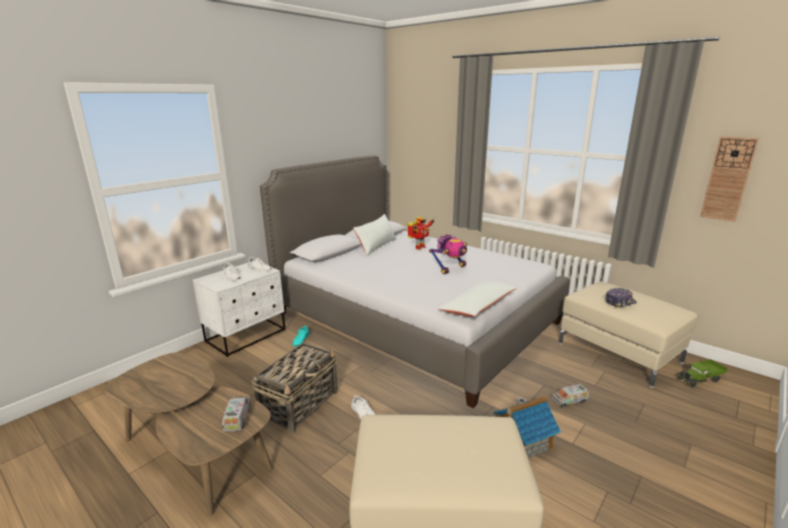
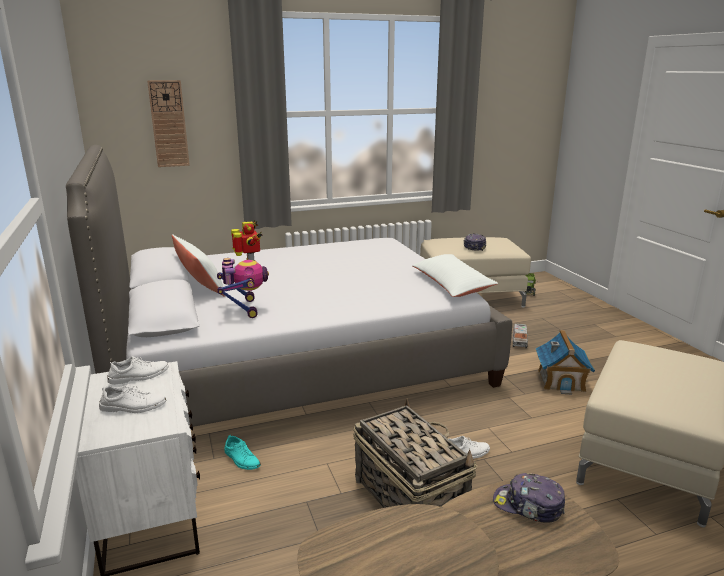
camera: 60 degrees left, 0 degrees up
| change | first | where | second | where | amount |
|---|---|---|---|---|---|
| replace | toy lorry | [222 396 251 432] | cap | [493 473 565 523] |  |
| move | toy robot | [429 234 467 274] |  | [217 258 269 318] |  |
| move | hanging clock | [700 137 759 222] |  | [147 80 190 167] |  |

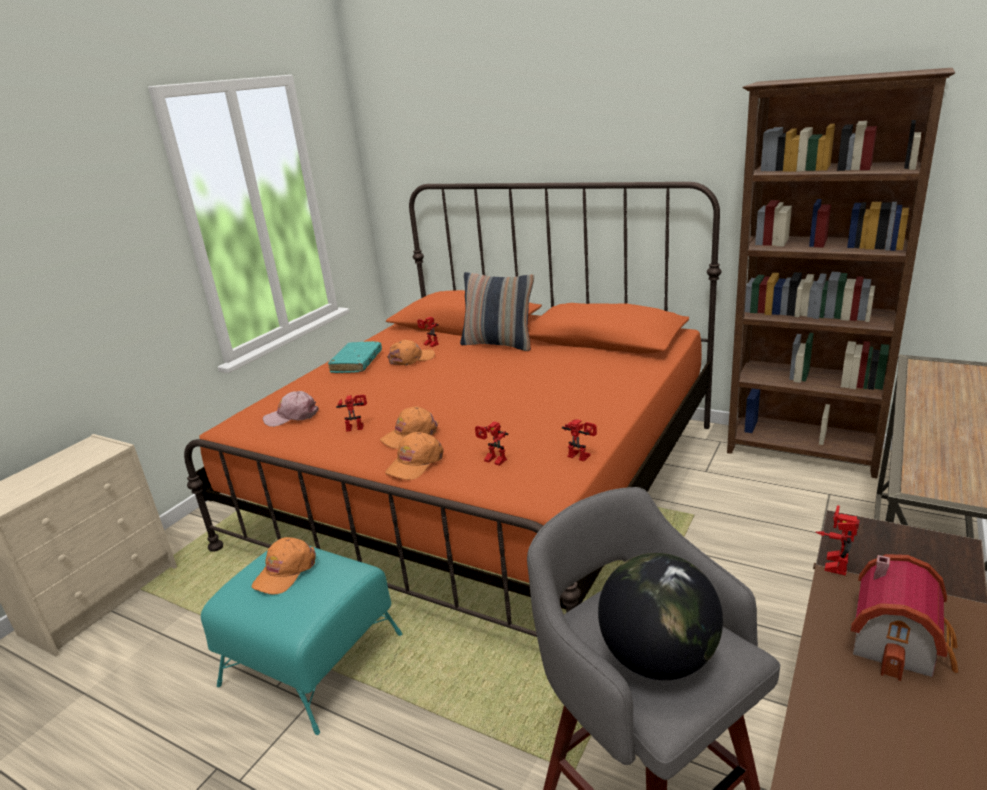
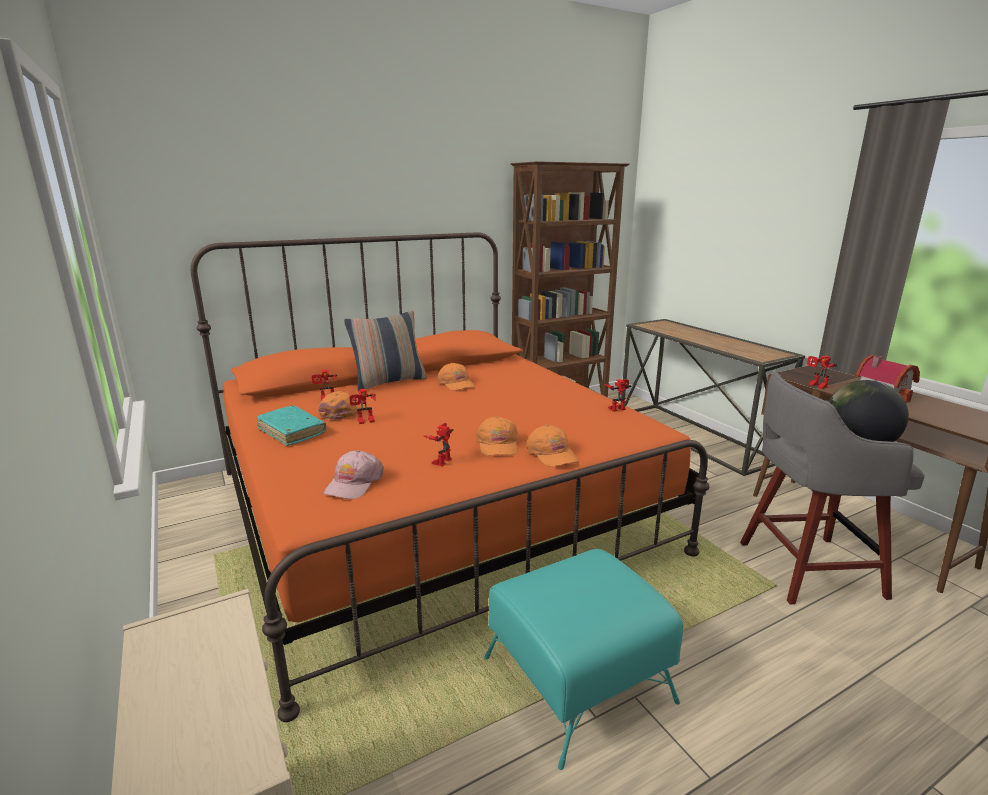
camera: 60 degrees left, 5 degrees down
| change | first | where | second | where | amount |
|---|---|---|---|---|---|
| move | cap (orange) | [252 537 316 594] |  | [438 362 475 391] |  |
| move | toy robot | [475 422 508 466] |  | [349 389 376 424] |  |

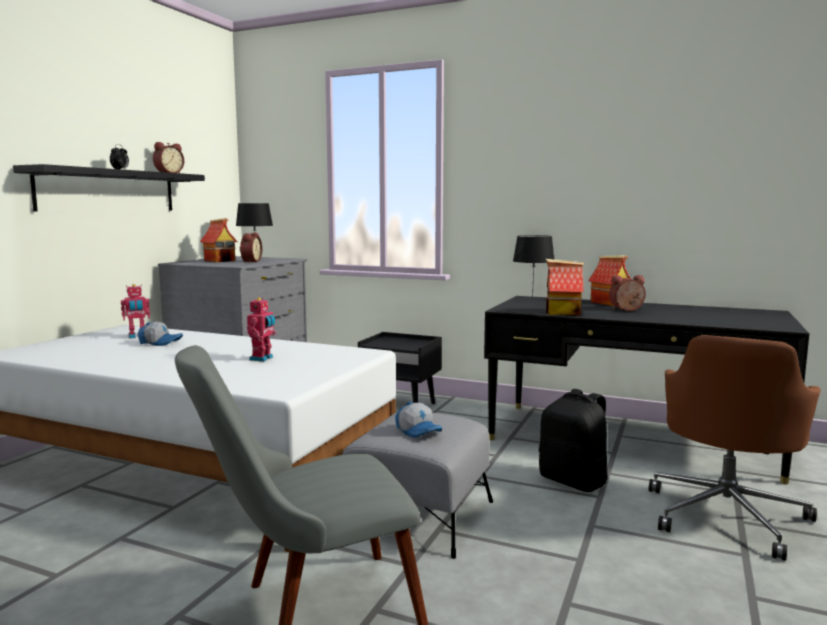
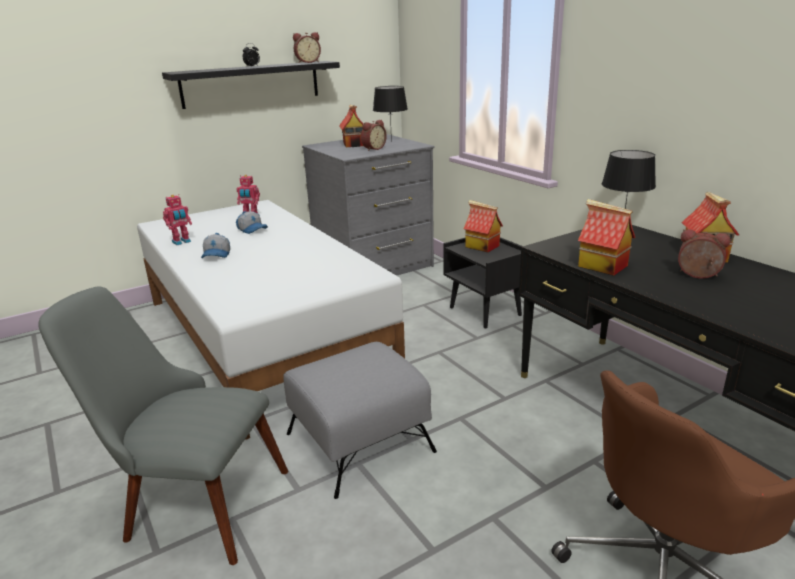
camera: 35 degrees right, 15 degrees up
| change | first | where | second | where | amount |
|---|---|---|---|---|---|
| move | toy robot | [247 297 276 361] |  | [163 194 192 245] |  |
| move | cap | [395 402 442 438] |  | [201 233 230 258] |  |
| delete | knapsack (black) | [539 389 608 492] |  |  |  |
| insert |  |  | toy house | [464 200 503 252] |  |

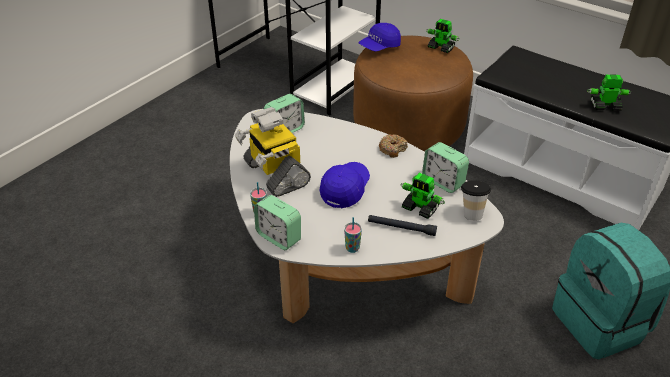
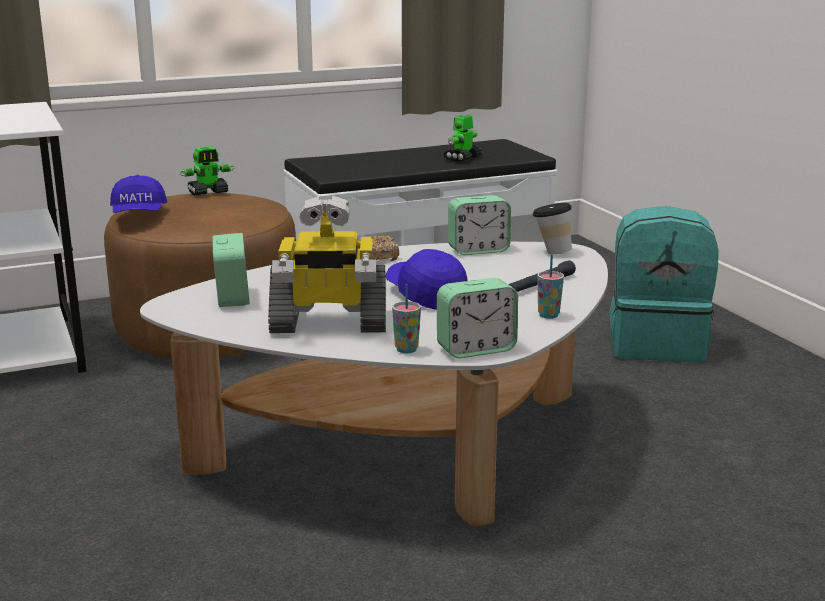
camera: 60 degrees left, 20 degrees down
| change | first | where | second | where | amount |
|---|---|---|---|---|---|
| delete | toy robot | [401 173 445 219] |  |  |  |

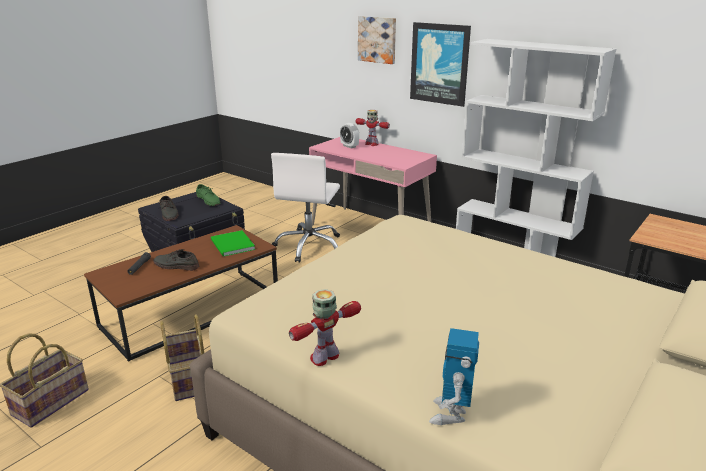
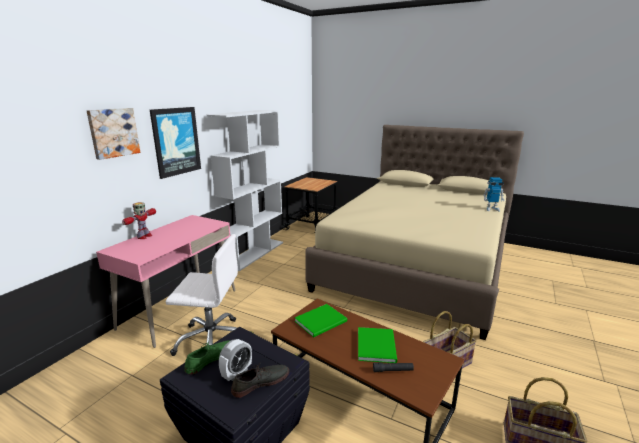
camera: 100 degrees left, 5 degrees down
| change | first | where | second | where | amount |
|---|---|---|---|---|---|
| replace | item of footwear (grey) | [153 249 199 271] | bound book (green-coloured) | [358 327 397 363] |  |
| delete | toy robot | [289 289 361 366] |  |  |  |
| move | alarm clock | [340 123 359 149] |  | [219 339 252 381] |  |

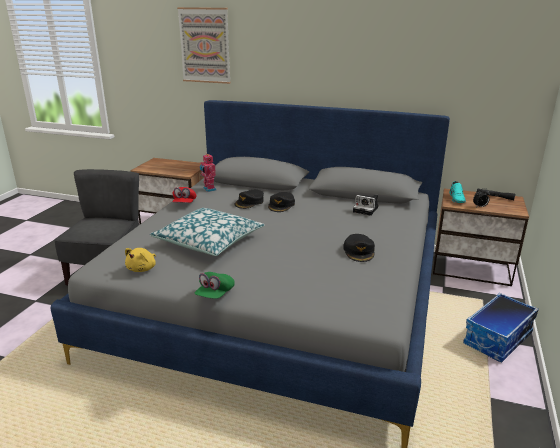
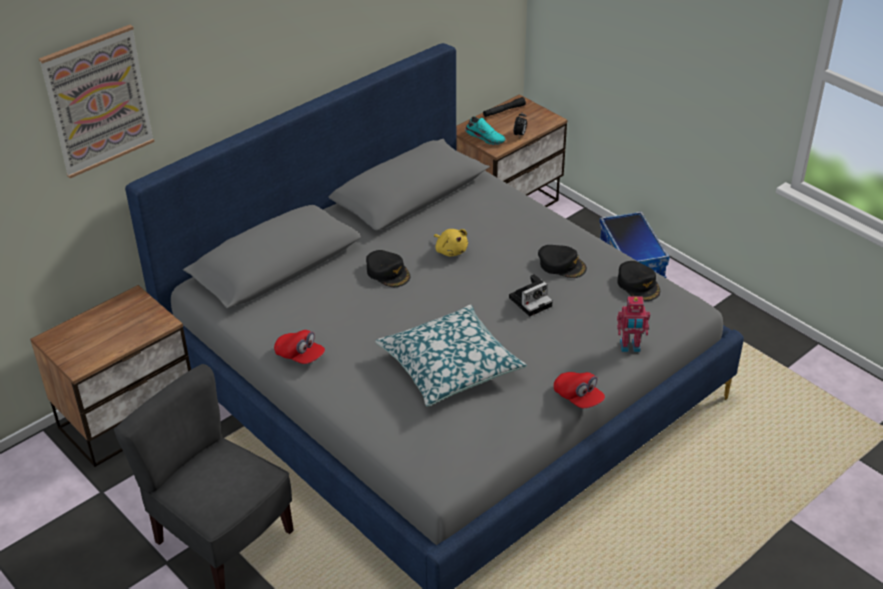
camera: 60 degrees left, 15 degrees up
| change | first | where | second | where | amount |
|---|---|---|---|---|---|
| move | soft toy (yellow-coloured) | [125 248 156 272] |  | [434 229 468 257] |  |
| recolor | cap (green-coloured) | [195 272 235 299] | cap (red) | [554 372 605 408] |  |
| move | toy robot | [200 154 216 192] |  | [617 297 650 352] |  |
| move | cap (black) | [234 190 264 209] |  | [617 261 660 301] |  |
| move | photo camera | [353 194 378 216] |  | [509 274 553 316] |  |

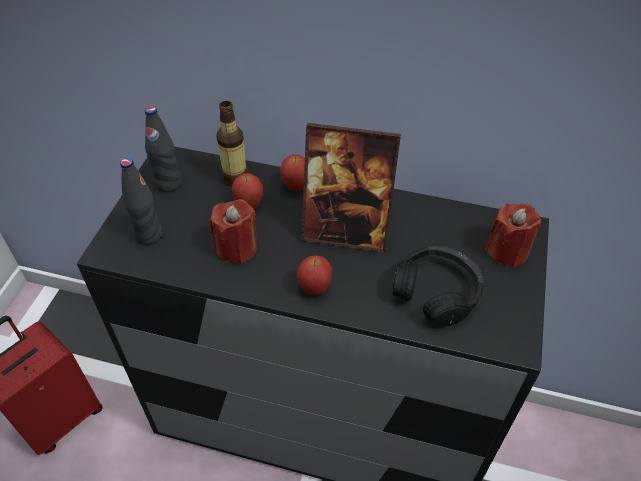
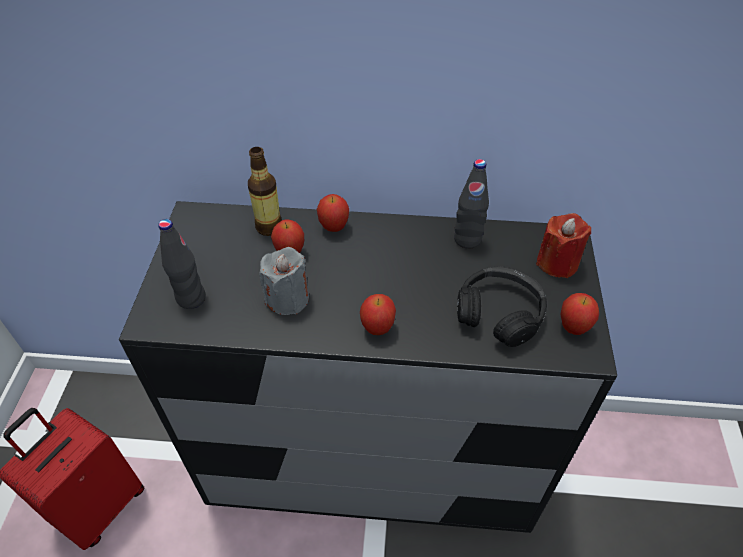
camera: 10 degrees left, 0 degrees up
| change | first | where | second | where | amount |
|---|---|---|---|---|---|
| move | bottle (black) | [145 106 181 192] |  | [454 159 489 249] |  |
| recolor | wax candle (red) | [210 199 257 264] | wax candle (grey) | [259 247 309 315] |  |
| delete | photo frame | [301 123 401 253] |  |  |  |
| insert |  |  | apple | [560 293 599 335] |  |

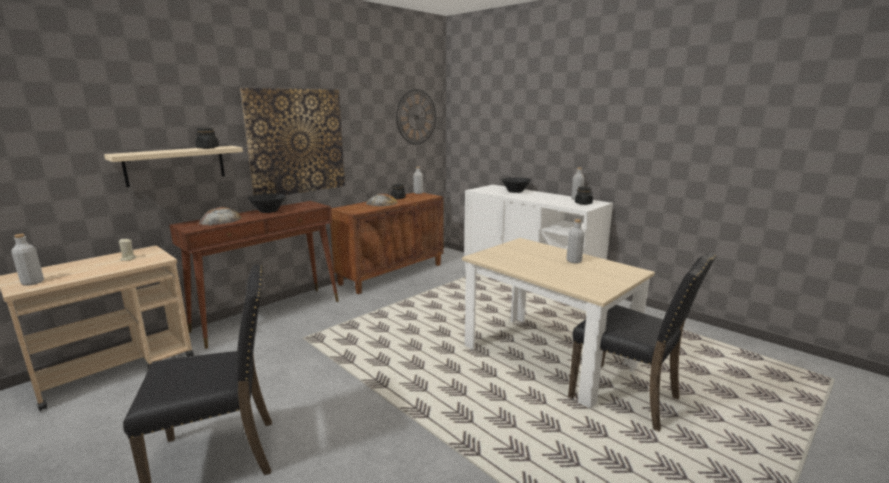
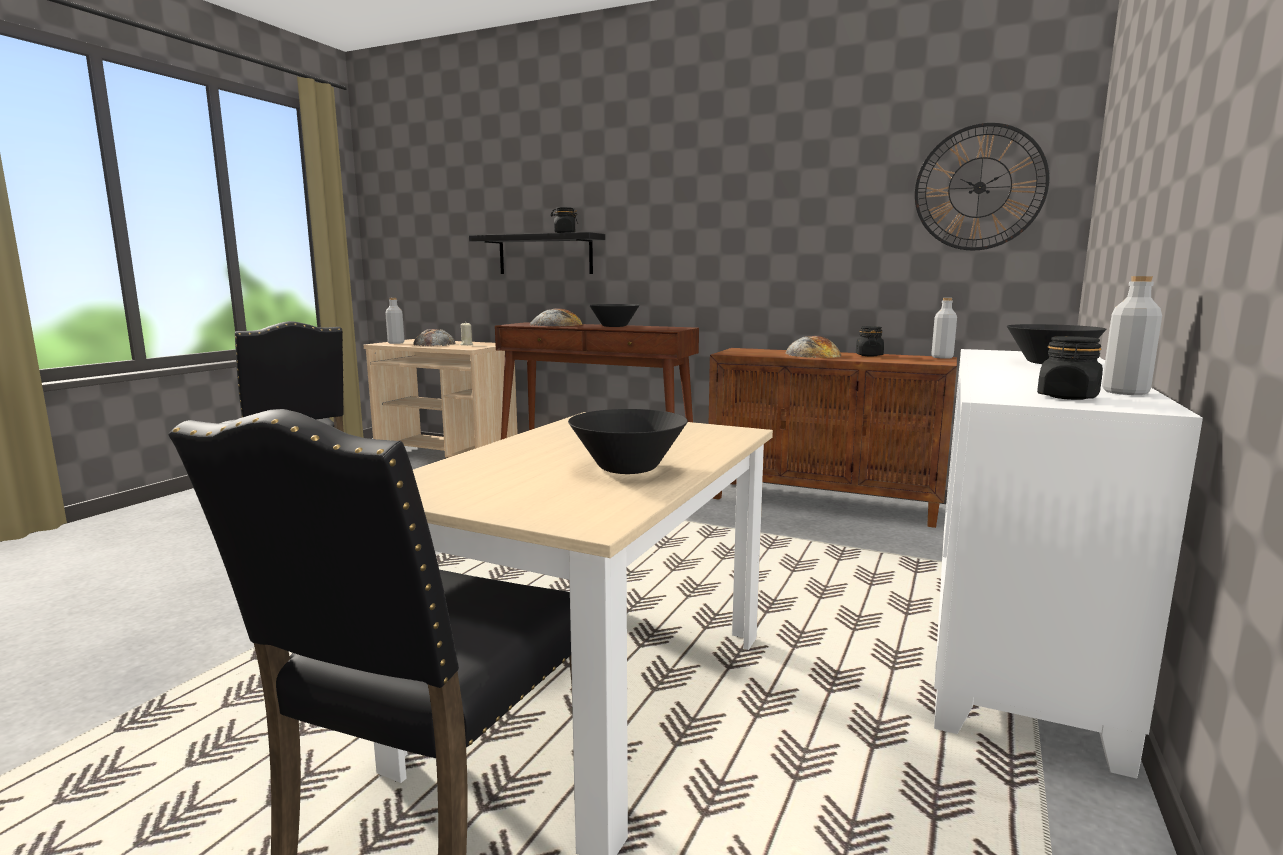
camera: 70 degrees right, 5 degrees down
| change | first | where | second | where | amount |
|---|---|---|---|---|---|
| recolor | bracket shelf (sand-coloured) | [104 146 243 187] | bracket shelf (black) | [469 232 605 274] |  |
| delete | wall picture | [240 88 345 195] |  |  |  |
| replace | bottle (grey) | [567 219 585 264] | deep dish (black) | [568 409 688 474] |  |
| insert |  |  | bread | [413 329 456 346] |  |

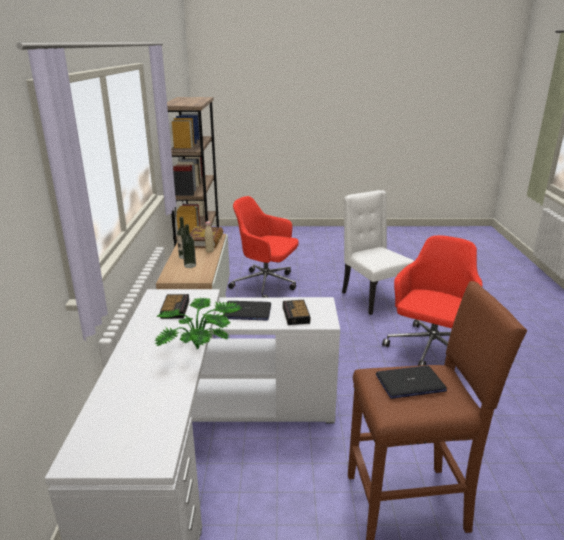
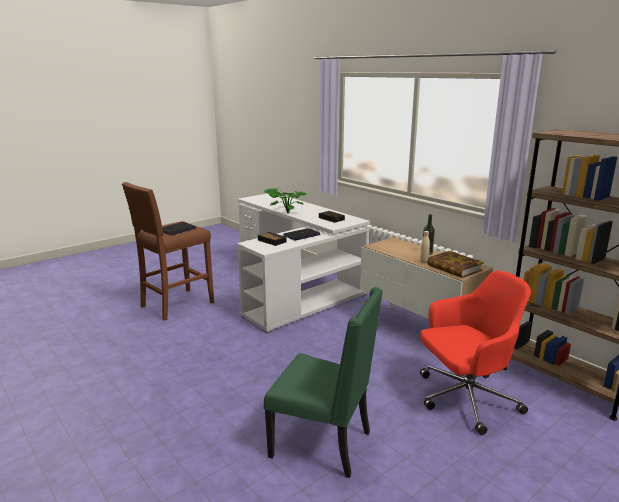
camera: 140 degrees right, 5 degrees down
| change | first | where | second | where | amount |
|---|---|---|---|---|---|
| delete | bottle | [182 224 196 268] |  |  |  |
| recolor | chair (white-coloured) | [342 190 414 315] | chair (green-coloured) | [264 287 383 478] |  |
| delete | desk chair (red) | [382 235 482 366] |  |  |  |

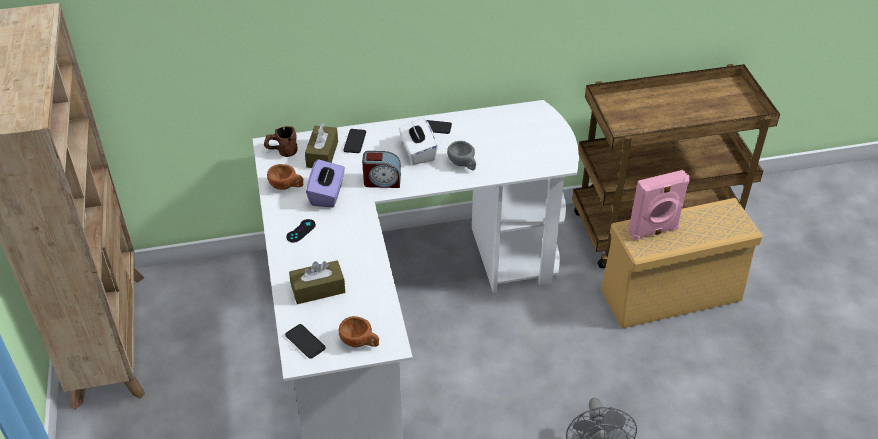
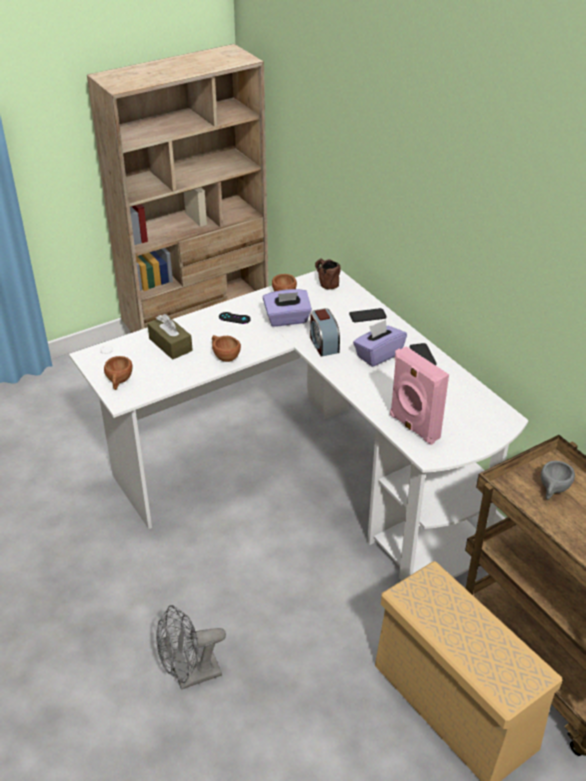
camera: 70 degrees right, 5 degrees down
| change | first | where | second | where | amount |
|---|---|---|---|---|---|
| delete | handset | [285 324 326 359] |  |  |  |
| delete | box of tissues (brown) | [305 123 338 168] |  |  |  |
| recolor | box of tissues (white-coloured) | [399 118 438 165] | box of tissues (purple) | [353 320 407 367] |  |
| move | cup (grey) | [447 141 476 170] |  | [541 461 575 500] |  |
| move | speaker (pinkish) | [628 170 690 240] |  | [390 346 449 445] |  |
| insert |  |  | cup (brown) | [212 335 241 362] |  |

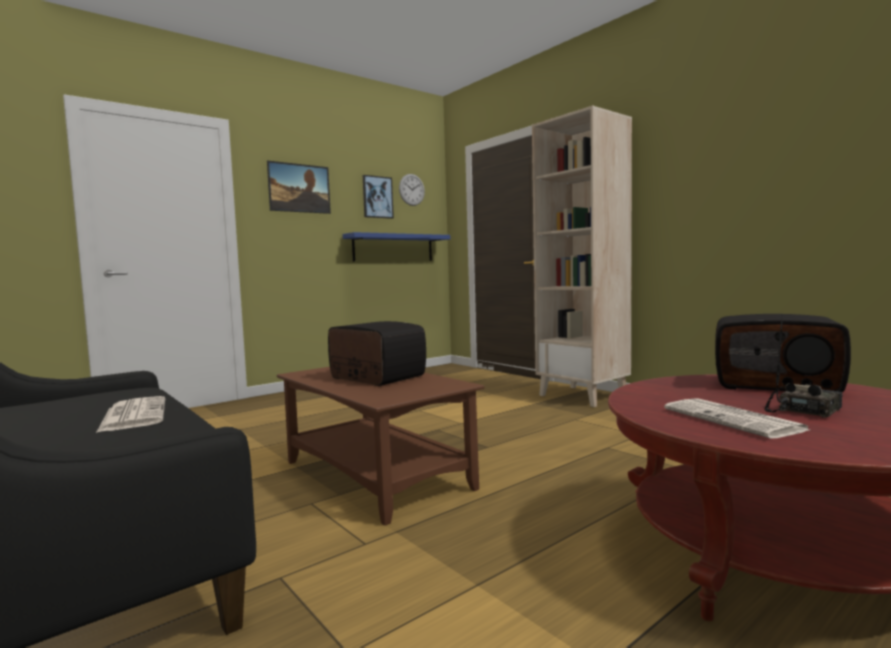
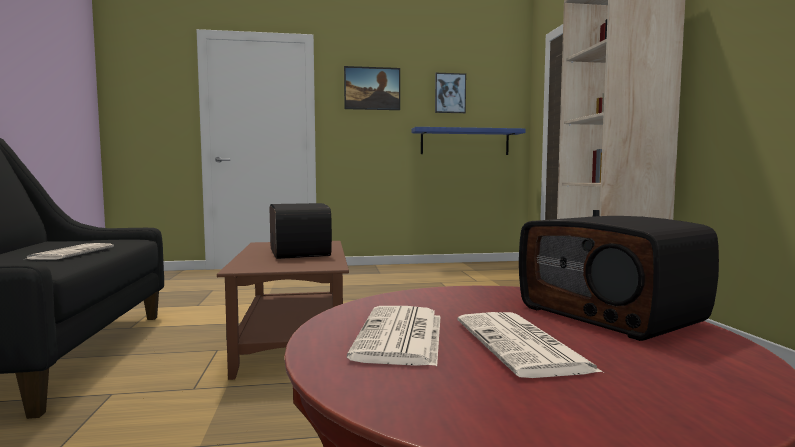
camera: 30 degrees right, 0 degrees up
| change | first | where | second | where | amount |
|---|---|---|---|---|---|
| delete | hanging clock | [399 174 425 206] |  |  |  |
| replace | radio set | [765 314 843 418] | printed paper | [457 312 603 378] |  |

